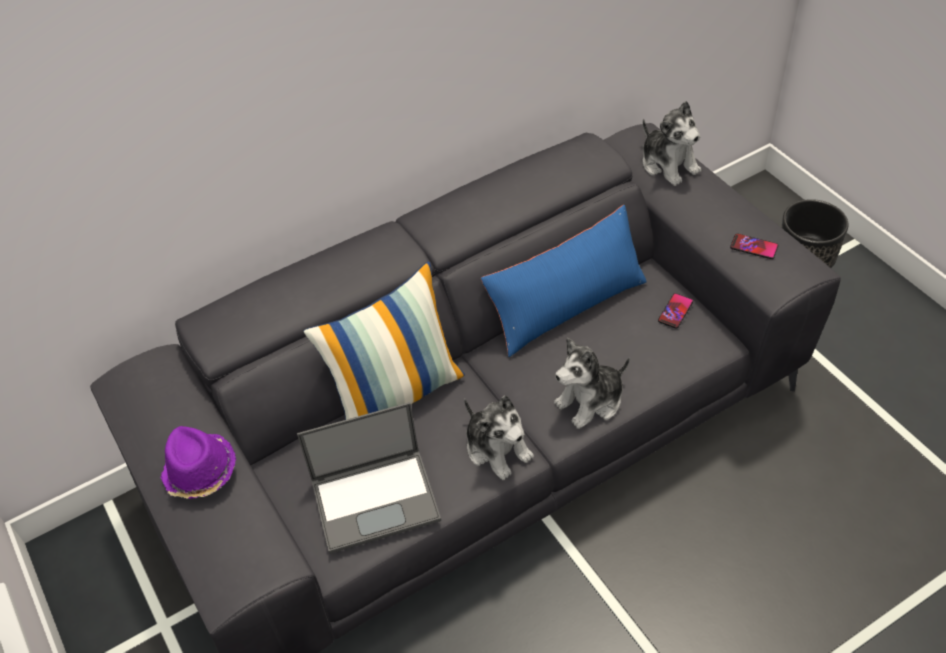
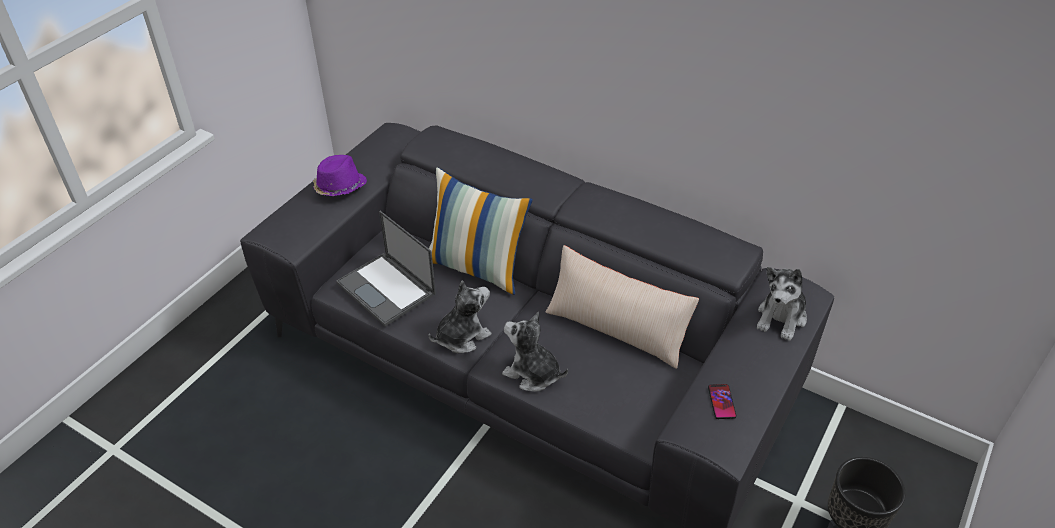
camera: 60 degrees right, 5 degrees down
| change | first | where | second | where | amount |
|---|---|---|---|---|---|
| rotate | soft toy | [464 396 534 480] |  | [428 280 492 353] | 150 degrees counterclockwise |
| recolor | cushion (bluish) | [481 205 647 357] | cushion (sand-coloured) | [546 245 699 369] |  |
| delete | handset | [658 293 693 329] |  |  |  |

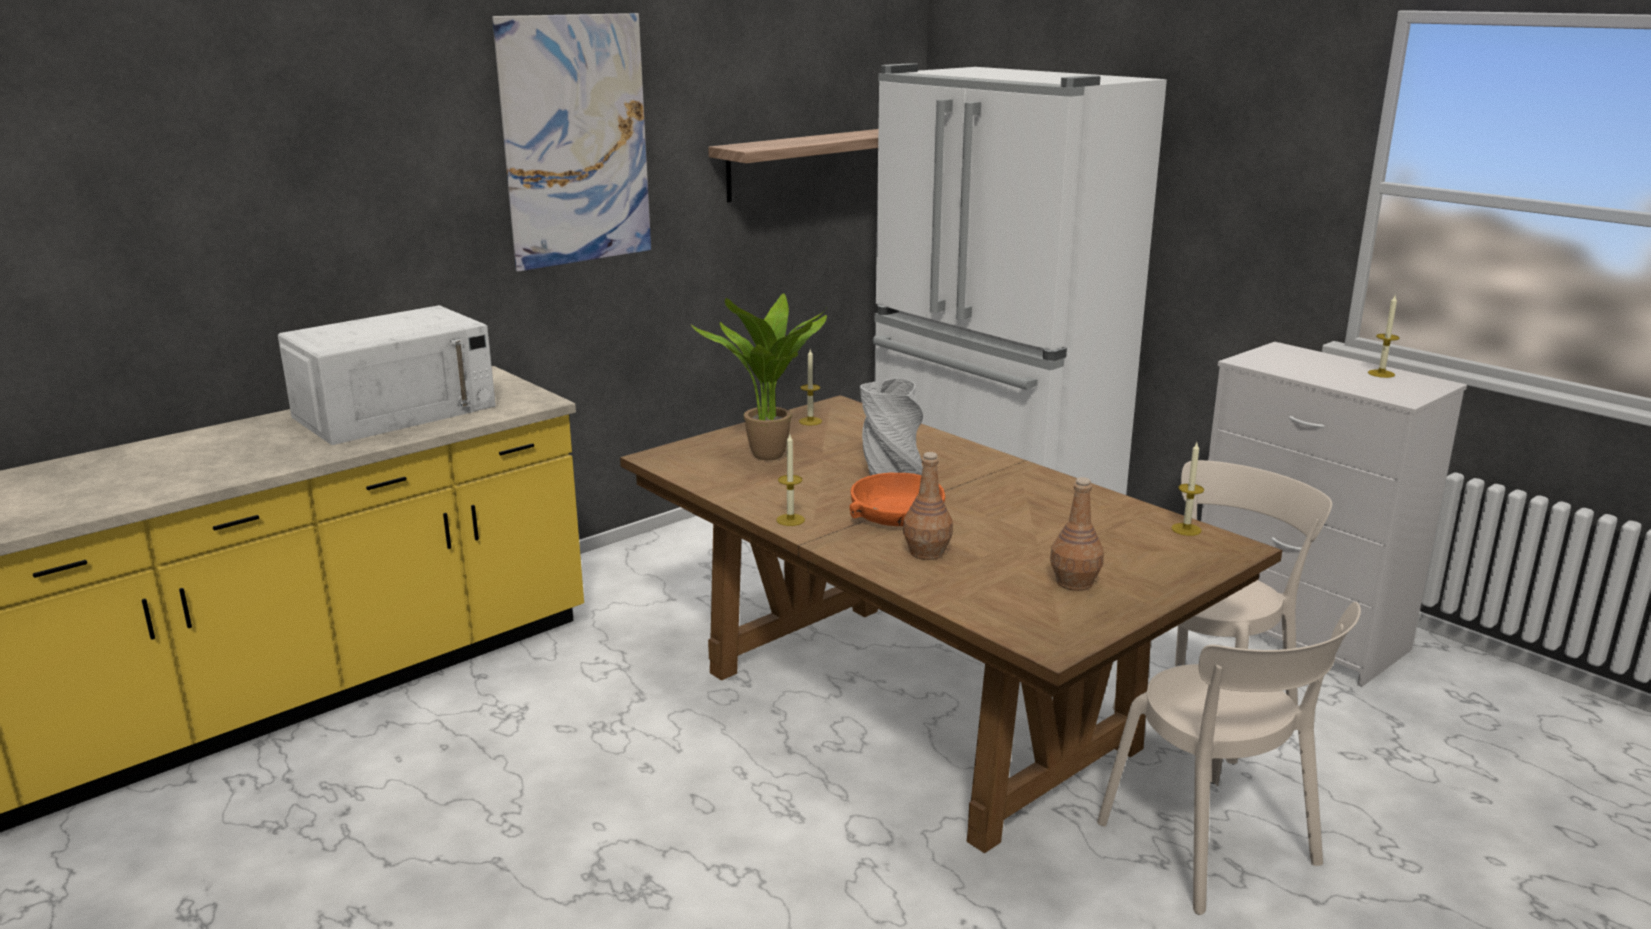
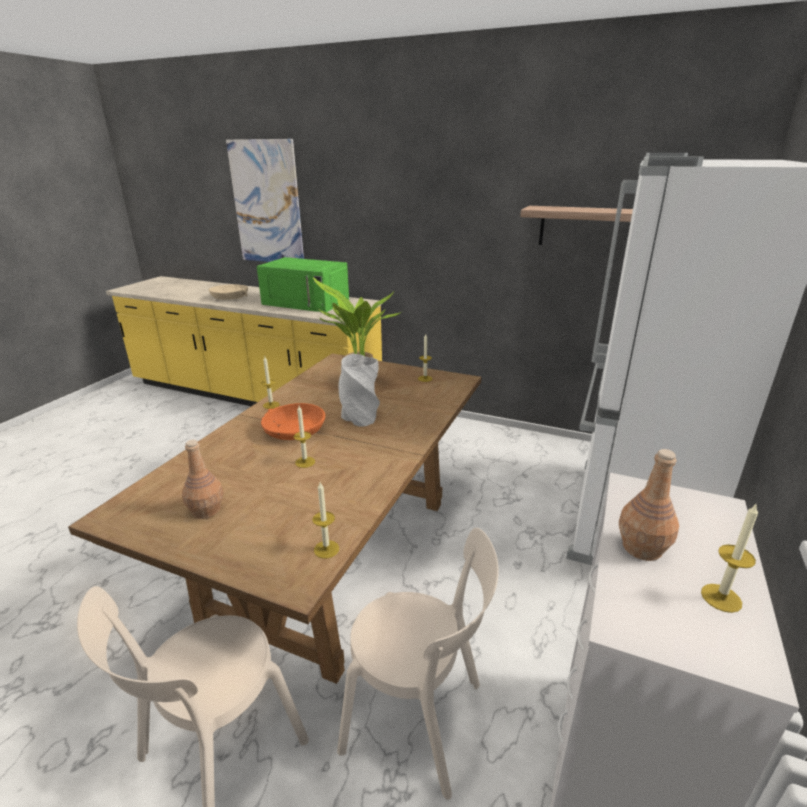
camera: 65 degrees right, 5 degrees up
| change | first | where | second | where | amount |
|---|---|---|---|---|---|
| recolor | microwave (white-coloured) | [278 305 496 445] | microwave (green-coloured) | [257 257 349 312] |  |
| move | wall picture | [492 13 651 272] |  | [226 139 304 262] |  |
| move | bottle (brown) | [903 452 953 560] |  | [619 449 679 561] |  |
| insert |  |  | deep dish (sand-coloured) | [209 284 248 300] |  |
| insert |  |  | wax candle | [294 406 315 468] |  |

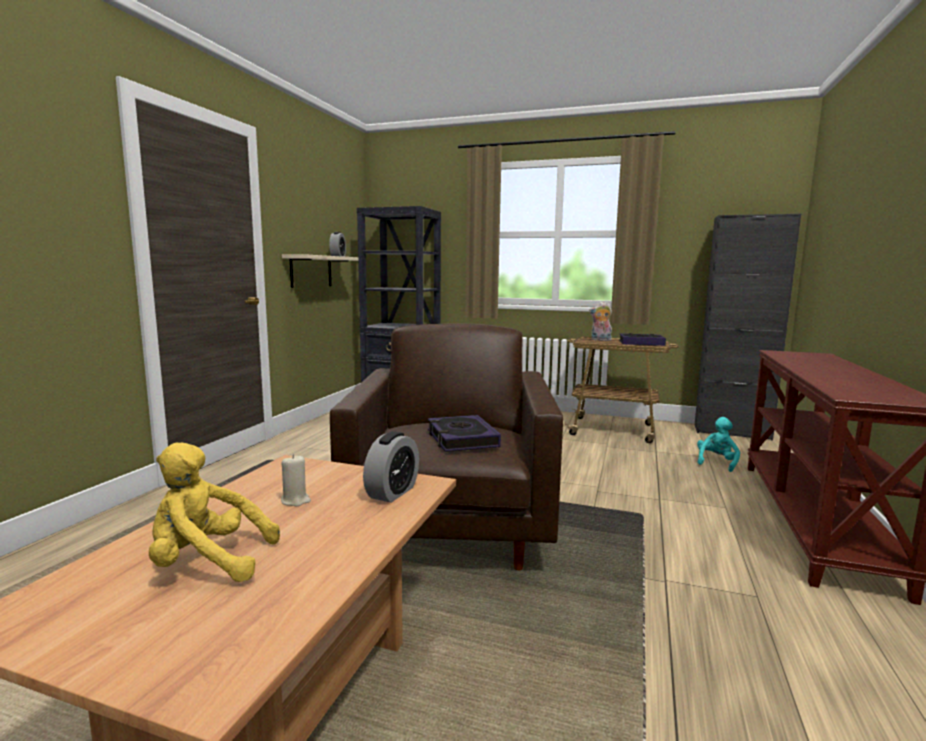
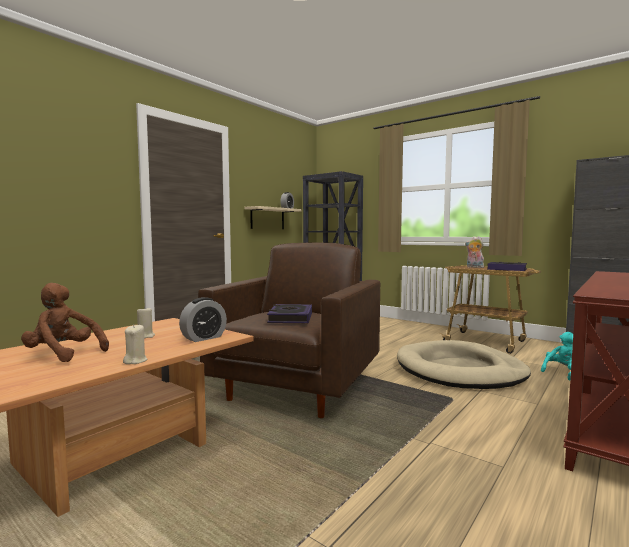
camera: 20 degrees right, 5 degrees down
| change | first | where | second | where | amount |
|---|---|---|---|---|---|
| recolor | soft toy (yellow-coloured) | [149 443 280 582] | soft toy (brown) | [21 283 109 362] |  |
| insert |  |  | wax candle (sand-coloured) | [123 325 147 364] |  |
| insert |  |  | dog cushion (sand-coloured) | [397 340 531 389] |  |

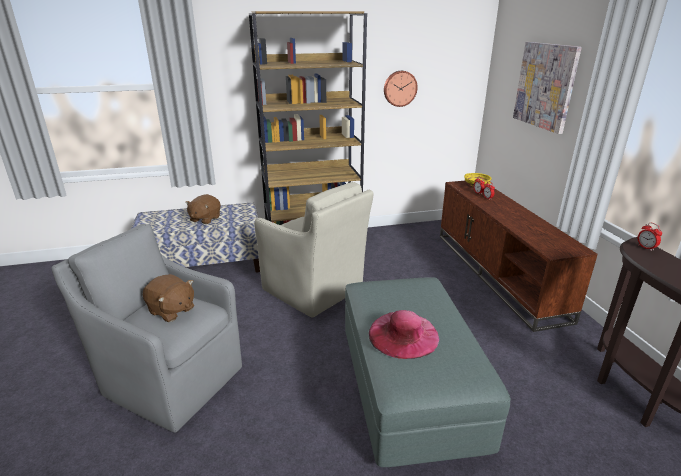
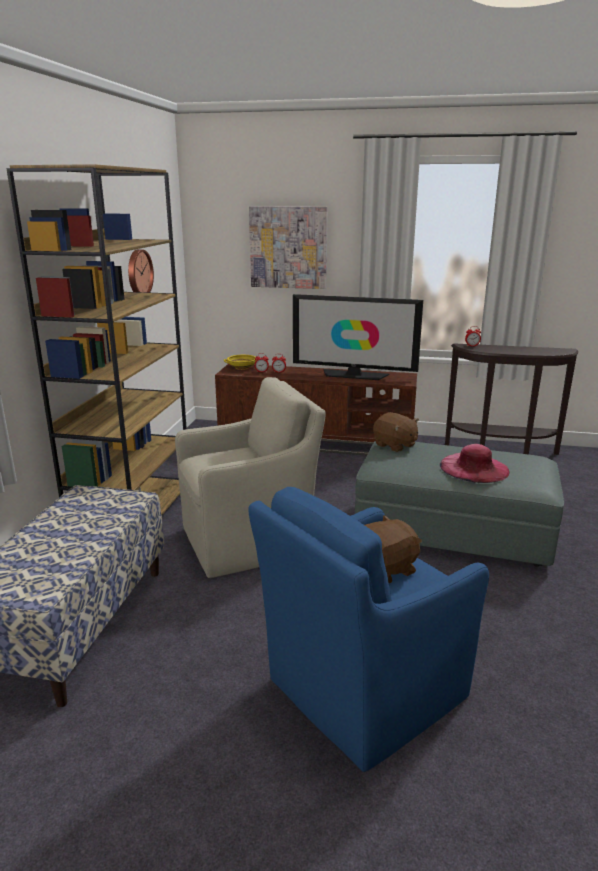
camera: 65 degrees left, 5 degrees down
| change | first | where | second | where | amount |
|---|---|---|---|---|---|
| recolor | easy chair (grey) | [51 224 242 433] | easy chair (bluish) | [248 487 489 772] |  |
| move | soft toy (brown) | [185 194 221 224] |  | [373 412 419 452] |  |
| insert |  |  | TV | [293 294 423 380] |  |

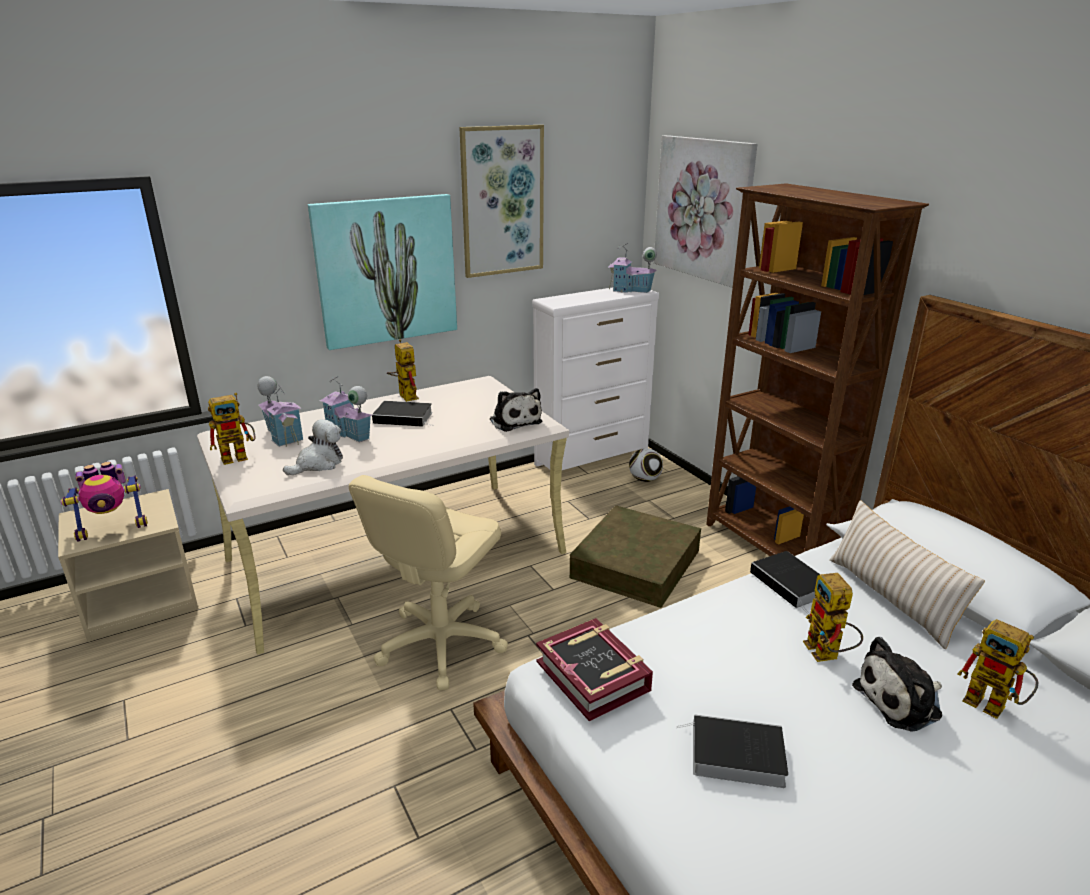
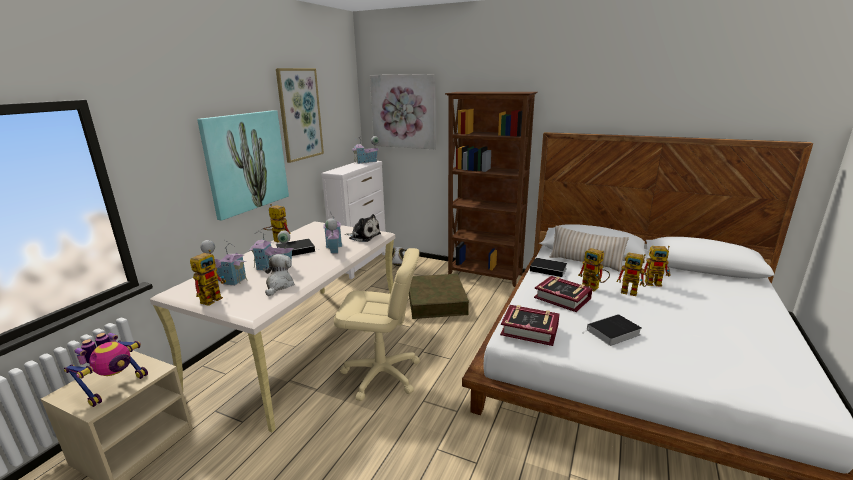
camera: 35 degrees left, 5 degrees down
| change | first | where | second | where | amount |
|---|---|---|---|---|---|
| rotate | desk chair (sand-coloured) | [349 475 508 690] |  | [334 248 420 401] | 75 degrees counterclockwise |
| replace | soft toy | [852 637 942 732] | toy robot | [617 253 649 296] |  |
| insert |  |  | toy house | [323 211 342 254] |  |
| insert |  |  | bound book | [534 276 593 312] |  |

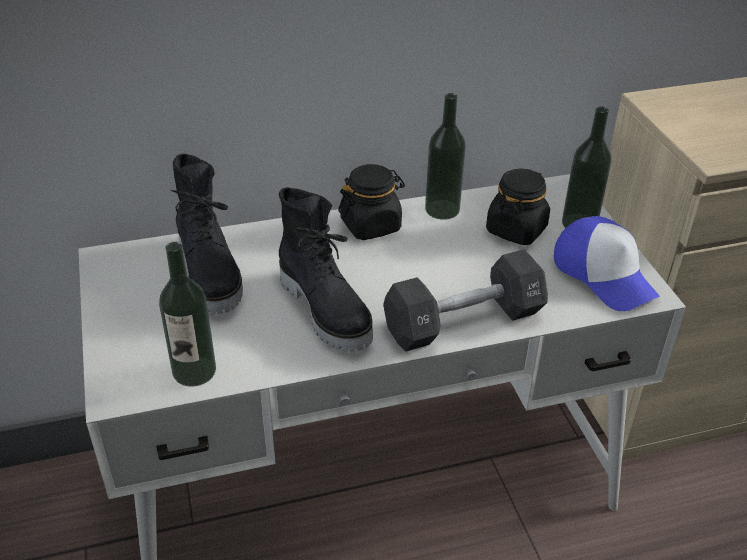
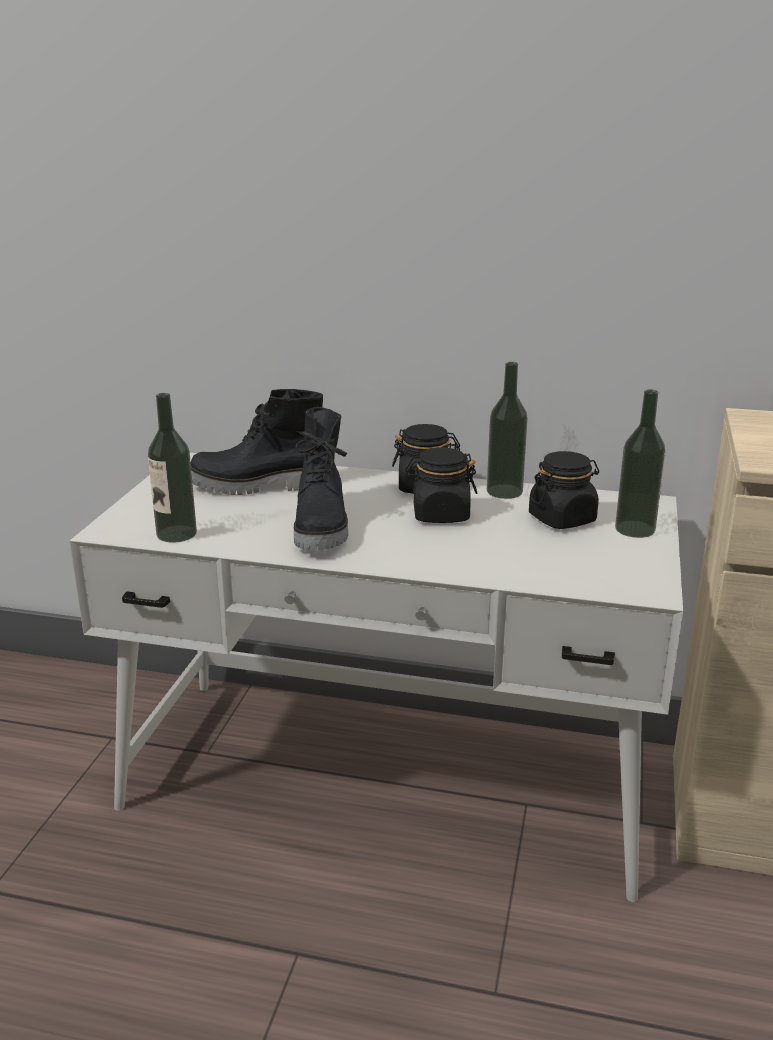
camera: 30 degrees right, 15 degrees down
| change | first | where | second | where | amount |
|---|---|---|---|---|---|
| rotate | high-top boot (black) | [171 154 243 314] |  | [191 389 323 495] | 75 degrees clockwise |
| delete | hand weight (black) | [383 249 548 351] |  |  |  |
| delete | cap | [554 216 660 311] |  |  |  |
| insert |  |  | jar (black) | [405 447 477 523] |  |

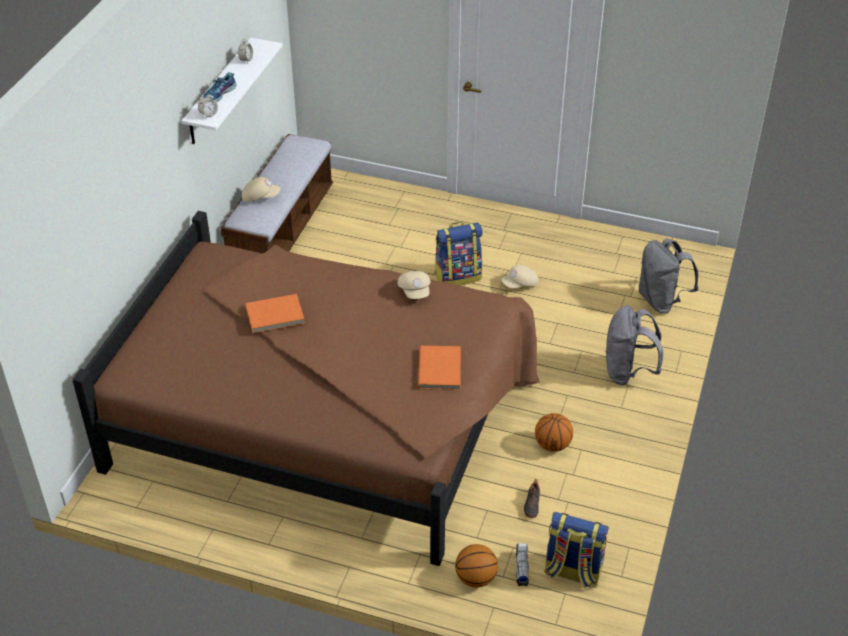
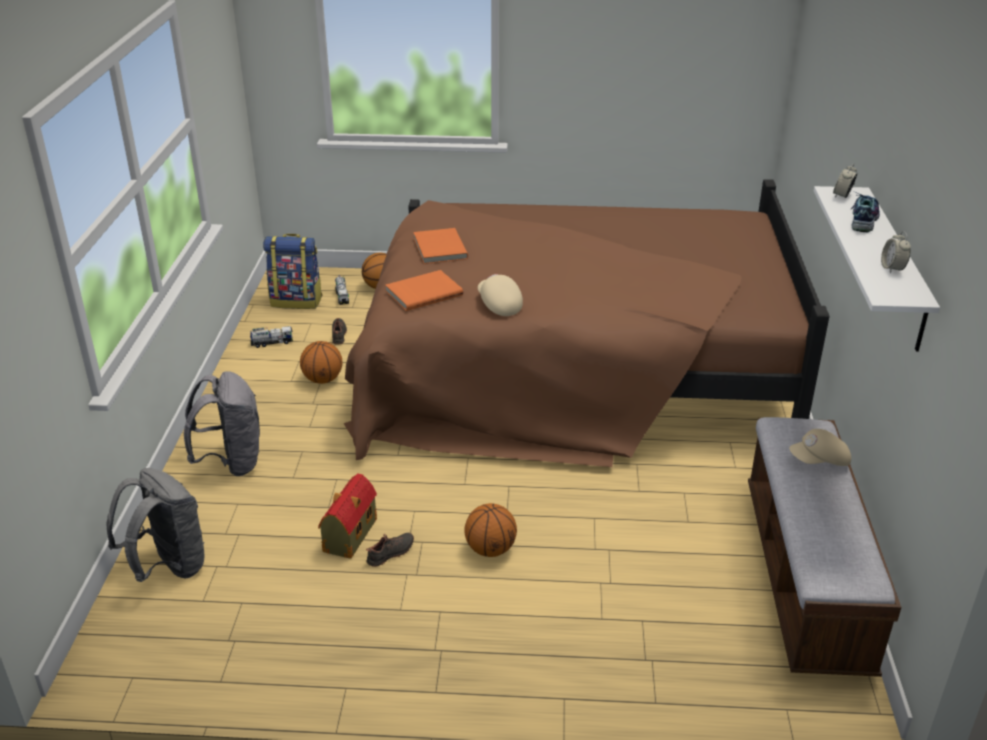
camera: 165 degrees right, 10 degrees down
| change | first | where | second | where | amount |
|---|---|---|---|---|---|
| move | bound book (orange) | [245 294 305 333] |  | [385 270 463 311] |  |
| replace | knapsack | [435 222 482 285] | basketball | [464 503 517 557] |  |
| replace | cap (sand-coloured) | [501 265 539 288] | item of footwear (black) | [366 533 414 567] |  |
| insert |  |  | toy lorry | [250 326 293 348] |  |
| insert |  |  | toy house | [318 473 377 559] |  |

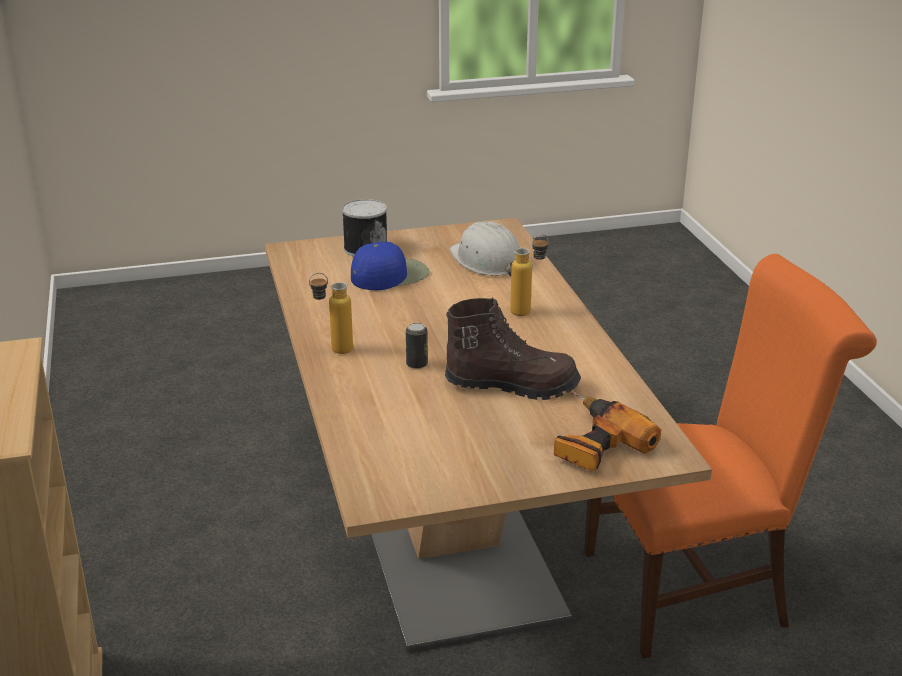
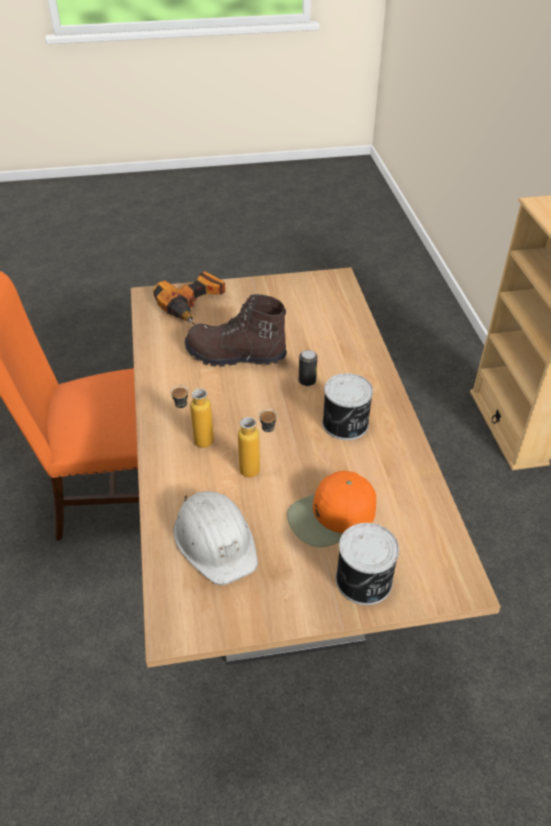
camera: 175 degrees left, 15 degrees up
| change | first | where | second | where | amount |
|---|---|---|---|---|---|
| move | bottle | [309 273 353 354] |  | [238 409 277 477] |  |
| recolor | cap (bluish) | [351 242 430 290] | cap (orange) | [287 471 376 547] |  |
| insert |  |  | can | [322 373 373 440] |  |

